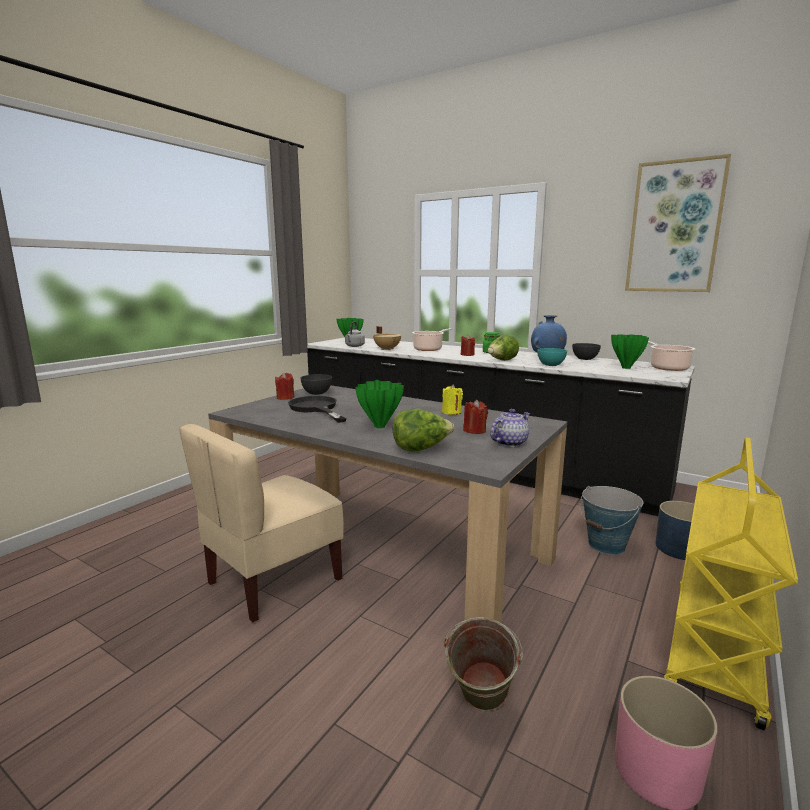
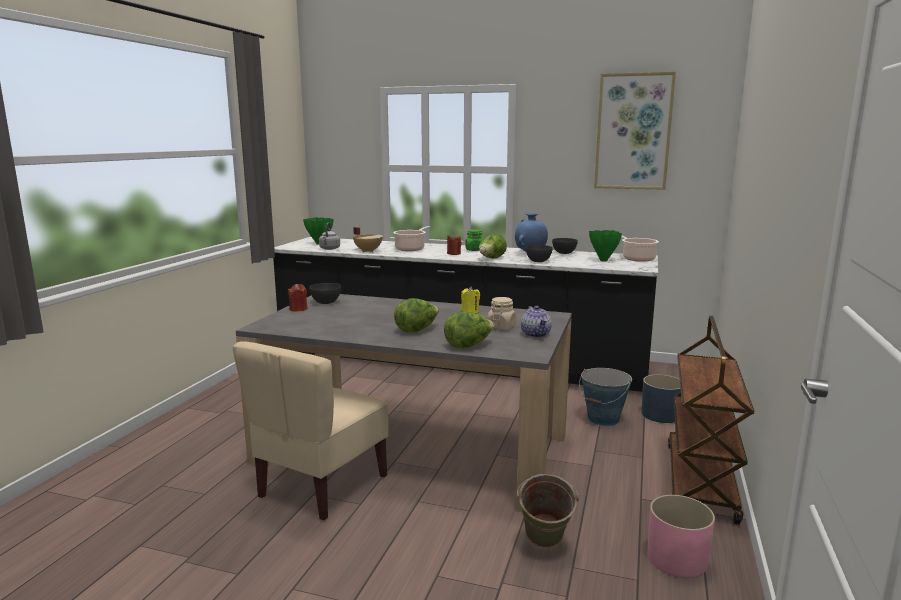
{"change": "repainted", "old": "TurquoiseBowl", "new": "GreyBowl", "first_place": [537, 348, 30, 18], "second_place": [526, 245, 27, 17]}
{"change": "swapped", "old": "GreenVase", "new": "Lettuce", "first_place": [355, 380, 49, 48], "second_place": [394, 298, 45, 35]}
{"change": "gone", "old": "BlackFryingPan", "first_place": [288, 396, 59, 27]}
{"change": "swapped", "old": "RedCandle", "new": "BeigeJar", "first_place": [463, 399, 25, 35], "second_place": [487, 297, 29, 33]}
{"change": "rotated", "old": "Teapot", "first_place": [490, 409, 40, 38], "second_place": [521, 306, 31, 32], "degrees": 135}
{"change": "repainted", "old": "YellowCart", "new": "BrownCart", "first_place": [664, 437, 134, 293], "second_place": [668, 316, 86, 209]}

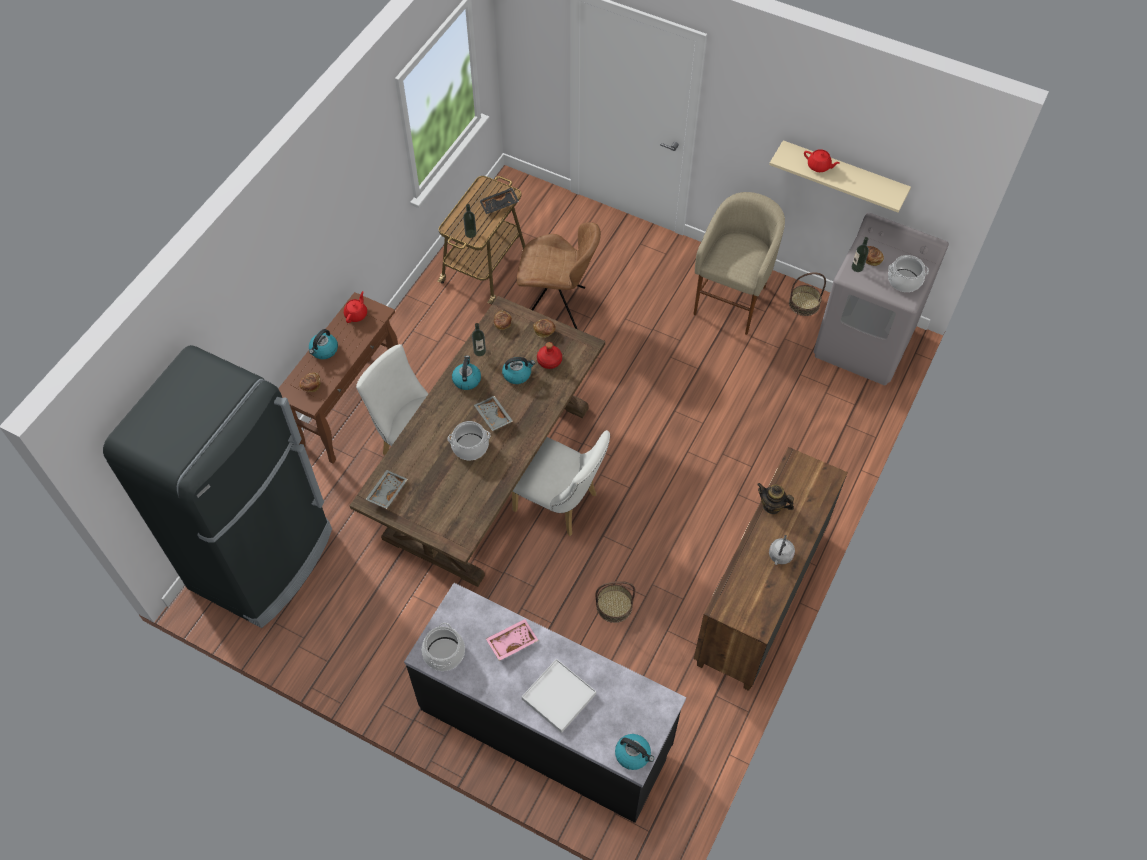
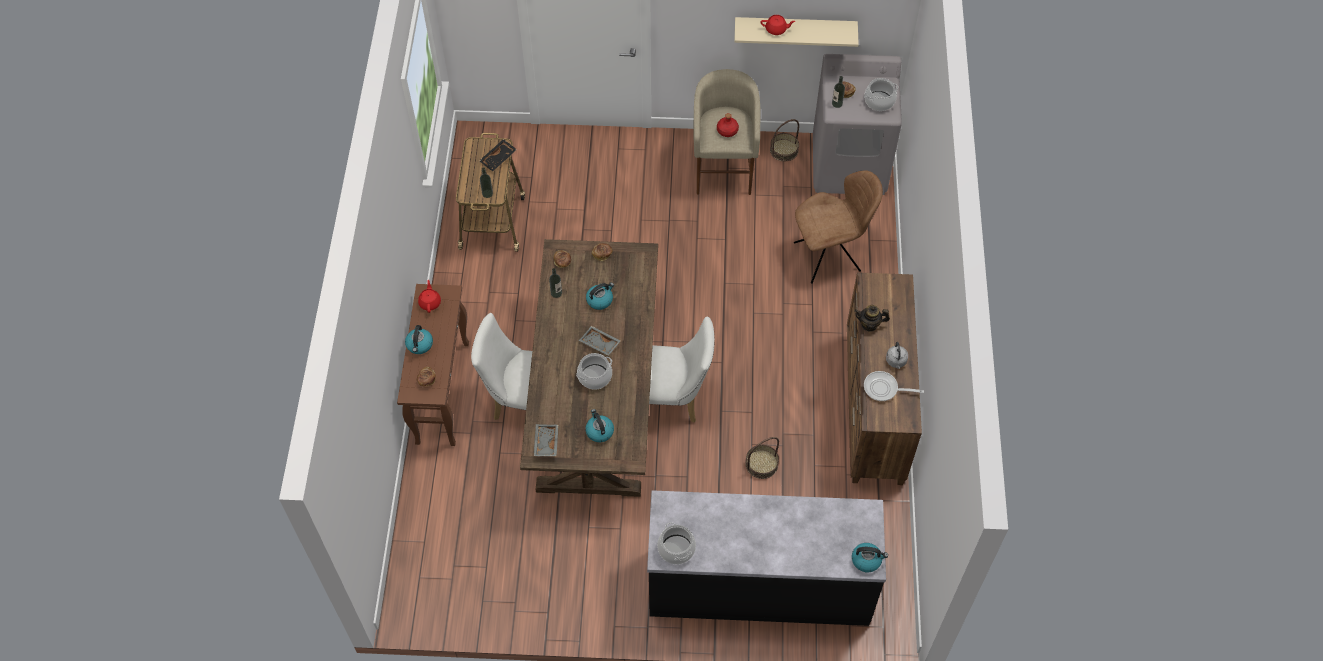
{"change": "shifted", "old": "BrownChair", "first_place": [517, 222, 84, 107], "second_place": [794, 170, 89, 114]}
{"change": "shifted", "old": "RedBottle", "first_place": [537, 342, 25, 27], "second_place": [717, 113, 22, 24]}
{"change": "gone", "old": "BlackFridge", "first_place": [103, 345, 229, 283]}
{"change": "shifted", "old": "Kettle", "first_place": [452, 355, 29, 35], "second_place": [585, 409, 29, 33]}
{"change": "gone", "old": "PinkTray", "first_place": [486, 619, 53, 42]}
{"change": "gone", "old": "WhiteTray", "first_place": [522, 659, 74, 74]}
{"change": "new", "new": "FryingPan", "second_place": [864, 371, 60, 30]}

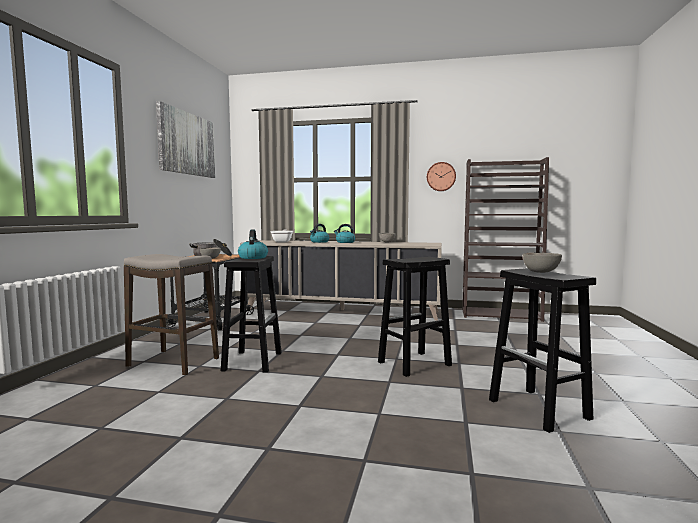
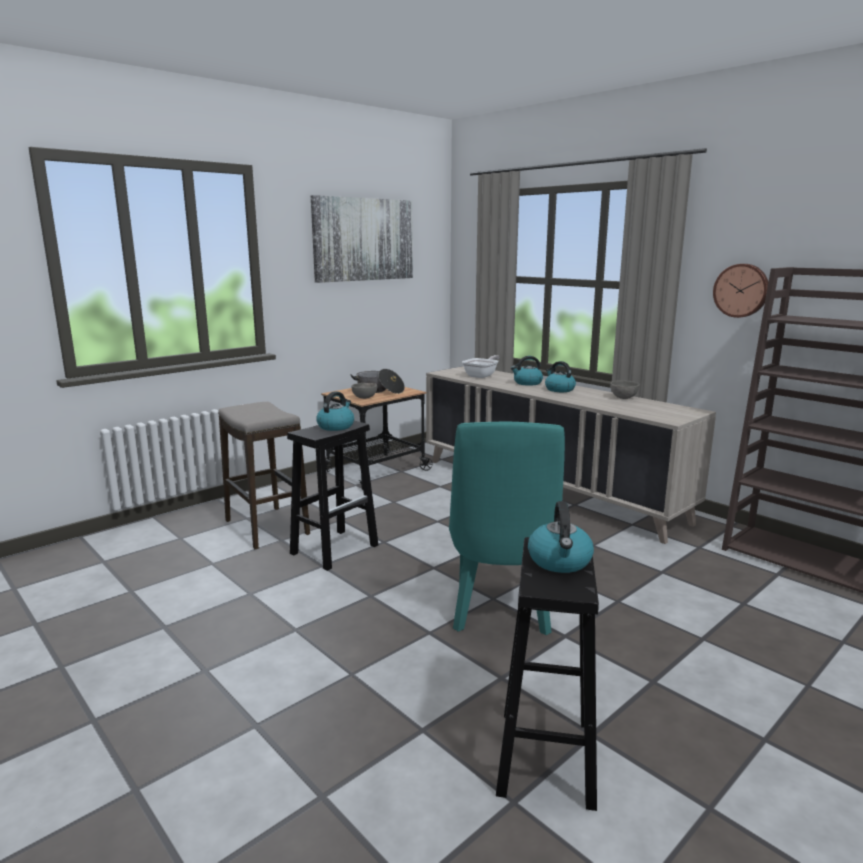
{"change": "swapped", "old": "GreyBowl", "new": "Kettle", "first_place": [522, 252, 40, 21], "second_place": [528, 501, 66, 72]}
{"change": "swapped", "old": "BlackStool", "new": "TurquoiseChair", "first_place": [378, 257, 74, 120], "second_place": [449, 422, 116, 213]}

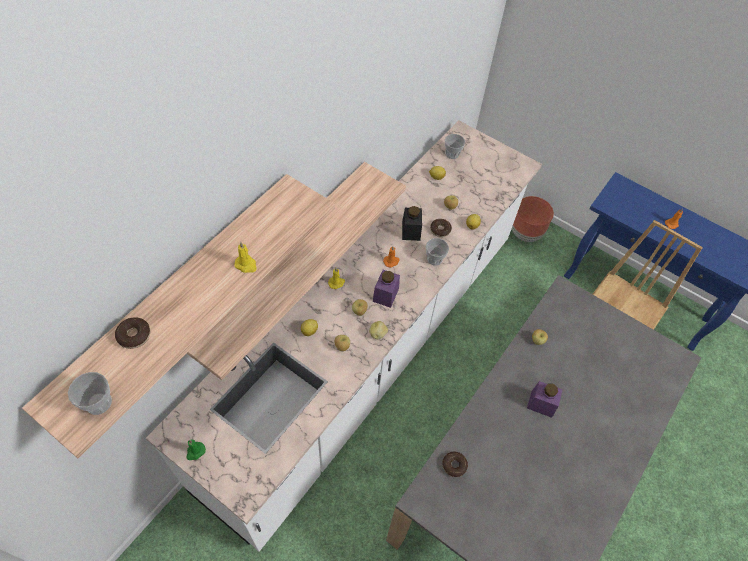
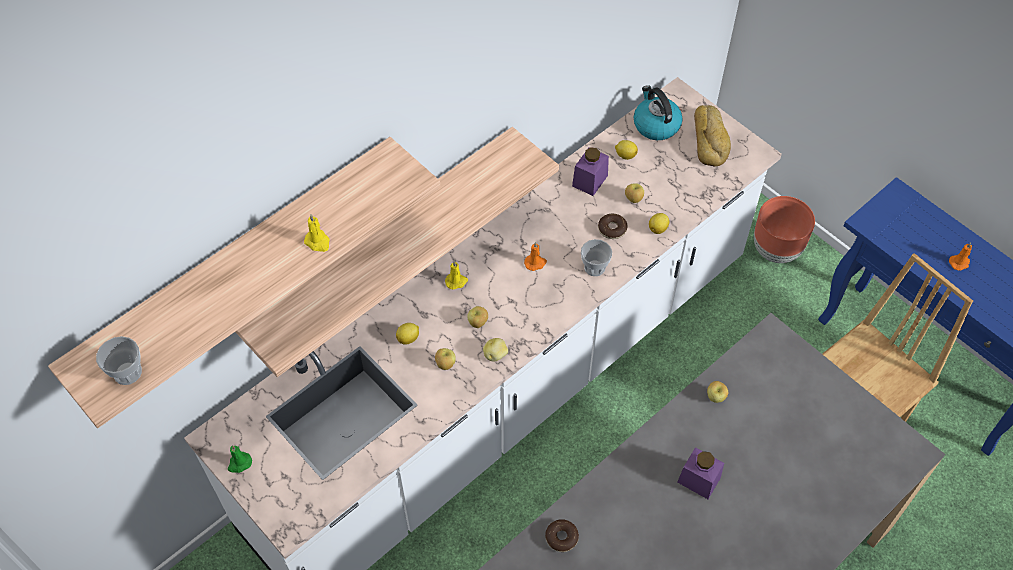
{"change": "swapped", "old": "Cup", "new": "Kettle", "first_place": [445, 134, 20, 25], "second_place": [634, 85, 49, 55]}
{"change": "gone", "old": "BlackJar", "first_place": [402, 206, 20, 35]}
{"change": "shifted", "old": "PurpleJar", "first_place": [373, 270, 27, 38], "second_place": [572, 147, 37, 49]}
{"change": "gone", "old": "Donut", "first_place": [115, 317, 35, 32]}
{"change": "new", "new": "Bread", "second_place": [694, 105, 37, 62]}

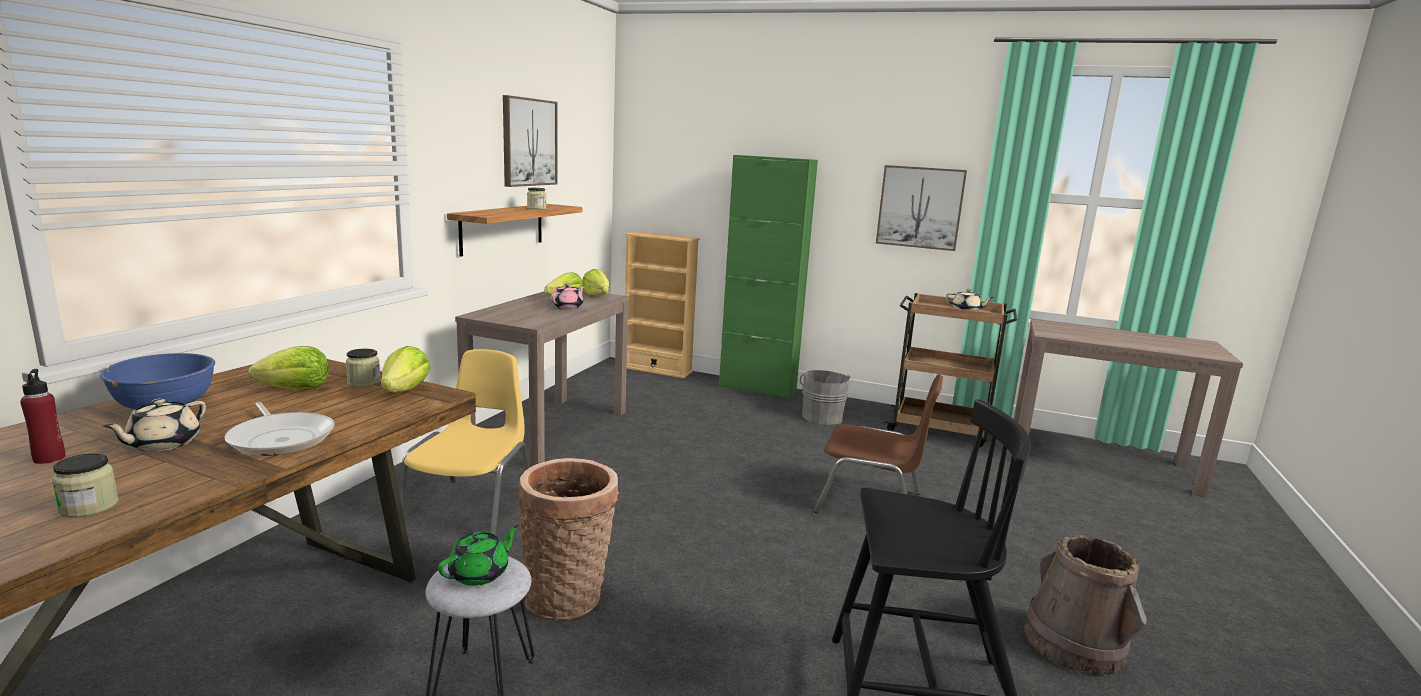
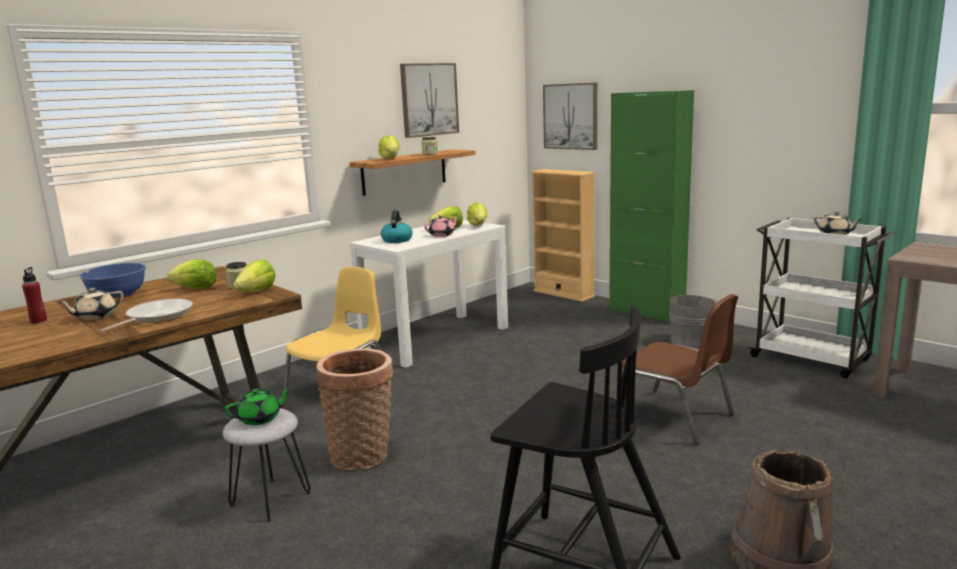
{"change": "shifted", "old": "Picture", "first_place": [876, 165, 91, 86], "second_place": [543, 83, 54, 67]}
{"change": "repainted", "old": "BrownConsoleTable", "new": "WhiteConsoleTable", "first_place": [455, 290, 174, 177], "second_place": [349, 220, 159, 148]}
{"change": "repainted", "old": "BrownCart", "new": "WhiteCart", "first_place": [884, 293, 133, 154], "second_place": [747, 218, 148, 160]}
{"change": "rotated", "old": "FryingPan", "first_place": [224, 402, 110, 54], "second_place": [100, 299, 93, 33], "degrees": -135}
{"change": "gone", "old": "Jar", "first_place": [52, 453, 67, 65]}
{"change": "new", "new": "Lettuce", "second_place": [379, 136, 21, 23]}
{"change": "new", "new": "Kettle", "second_place": [381, 210, 32, 33]}

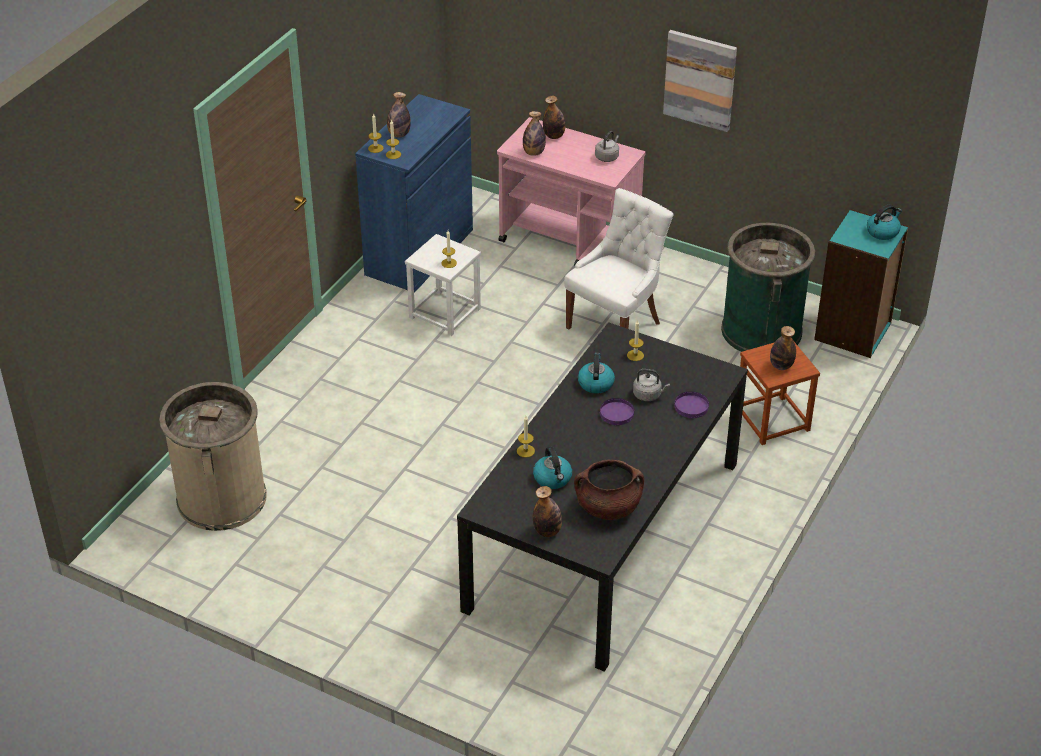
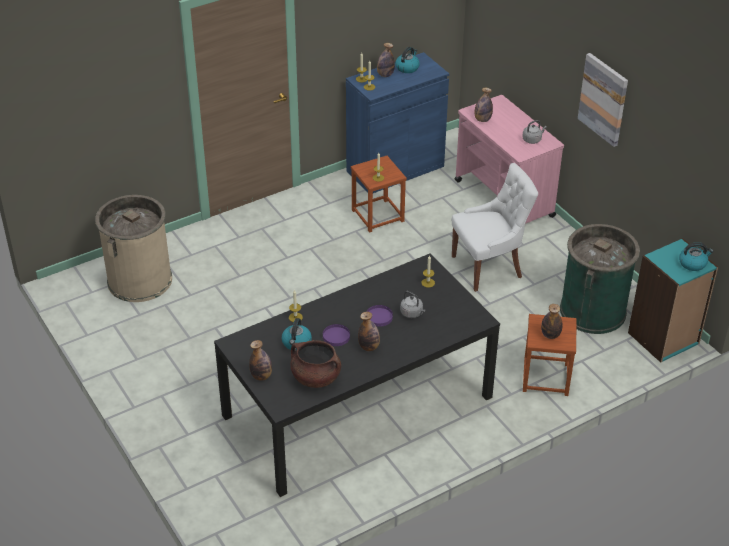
{"change": "shifted", "old": "Bottle", "first_place": [543, 96, 22, 43], "second_place": [358, 312, 22, 39]}
{"change": "repainted", "old": "WhiteStool", "new": "BrownStool", "first_place": [405, 234, 76, 102], "second_place": [351, 156, 56, 77]}
{"change": "shifted", "old": "Kettle", "first_place": [578, 353, 37, 41], "second_place": [395, 47, 25, 26]}
{"change": "shifted", "old": "PurplePlate", "first_place": [675, 391, 34, 27], "second_place": [323, 324, 27, 22]}

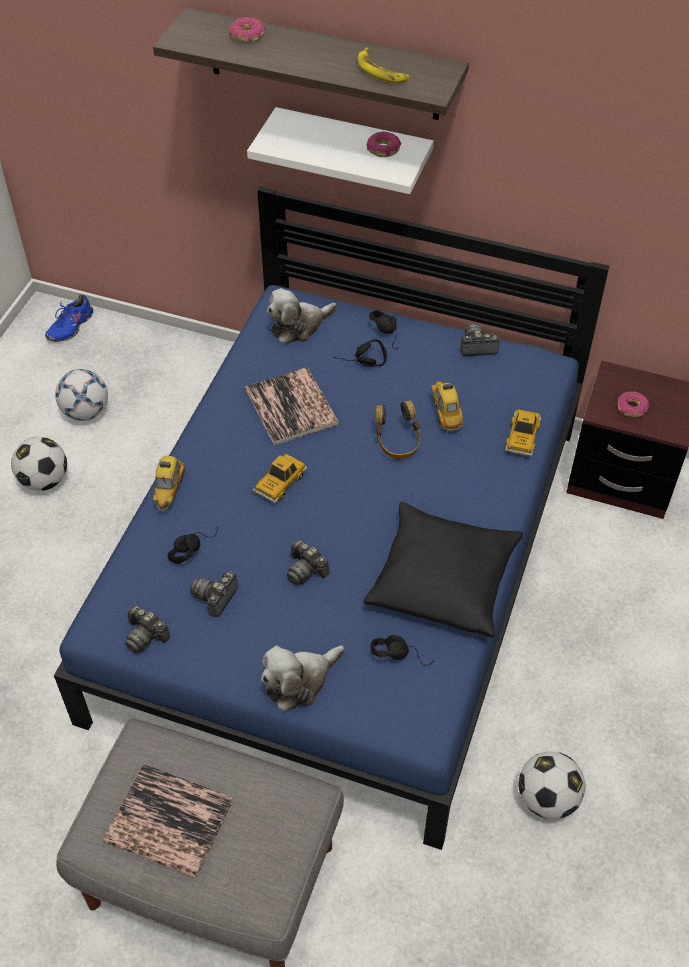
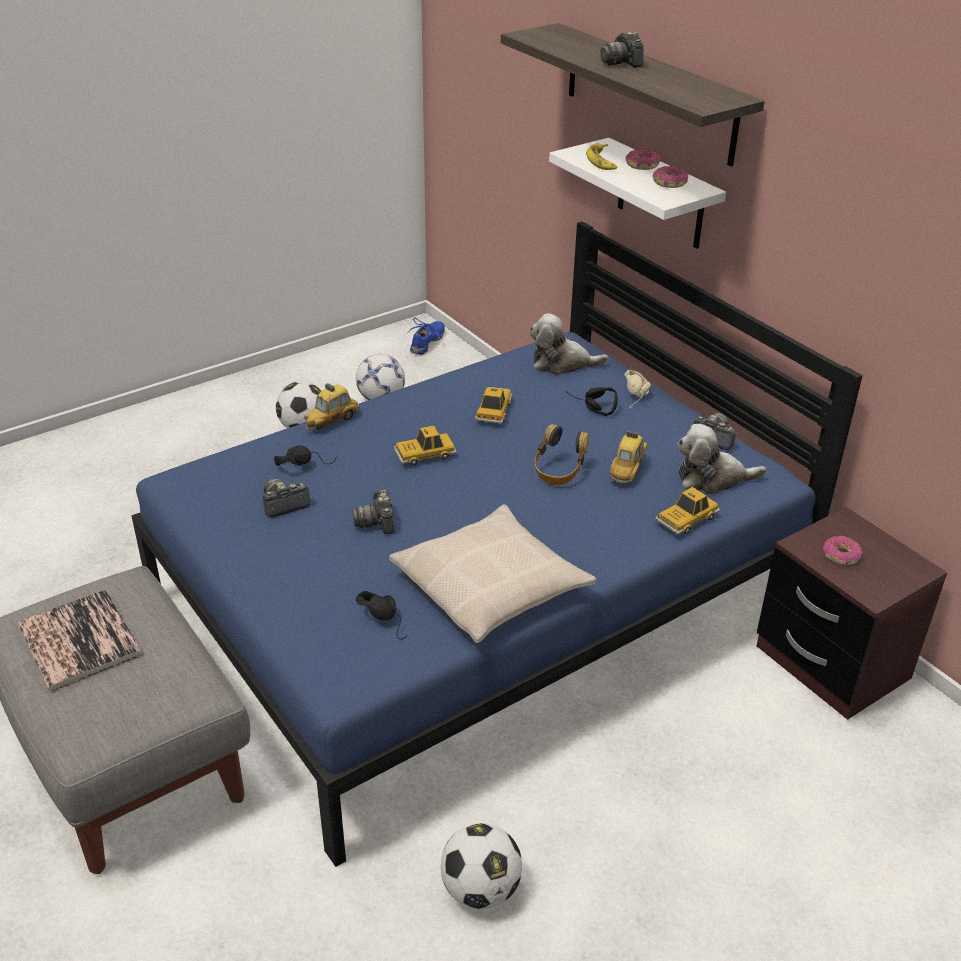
{"change": "shifted", "old": "Donut", "first_place": [229, 17, 36, 26], "second_place": [626, 149, 34, 21]}
{"change": "shifted", "old": "Banana", "first_place": [357, 47, 53, 36], "second_place": [586, 143, 31, 27]}
{"change": "rotated", "old": "BlueShoe", "first_place": [45, 294, 48, 48], "second_place": [407, 317, 38, 38], "degrees": 135}
{"change": "repainted", "old": "BlackHeadphones", "new": "BeigeHeadphones", "first_place": [369, 310, 30, 40], "second_place": [624, 370, 27, 39]}
{"change": "swapped", "old": "Book", "new": "ToyCar", "first_place": [245, 367, 94, 79], "second_place": [475, 387, 38, 37]}
{"change": "repainted", "old": "BlackPillow", "new": "BeigePillow", "first_place": [364, 502, 159, 136], "second_place": [389, 504, 207, 139]}
{"change": "shifted", "old": "PhotoCamera", "first_place": [125, 605, 46, 48], "second_place": [601, 31, 43, 37]}
{"change": "shifted", "old": "PlushToy", "first_place": [261, 645, 84, 67], "second_place": [677, 424, 90, 71]}

